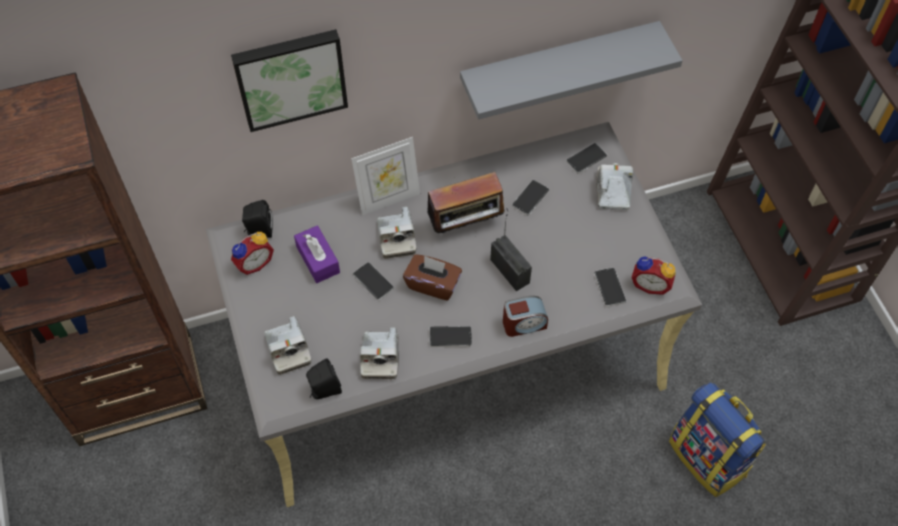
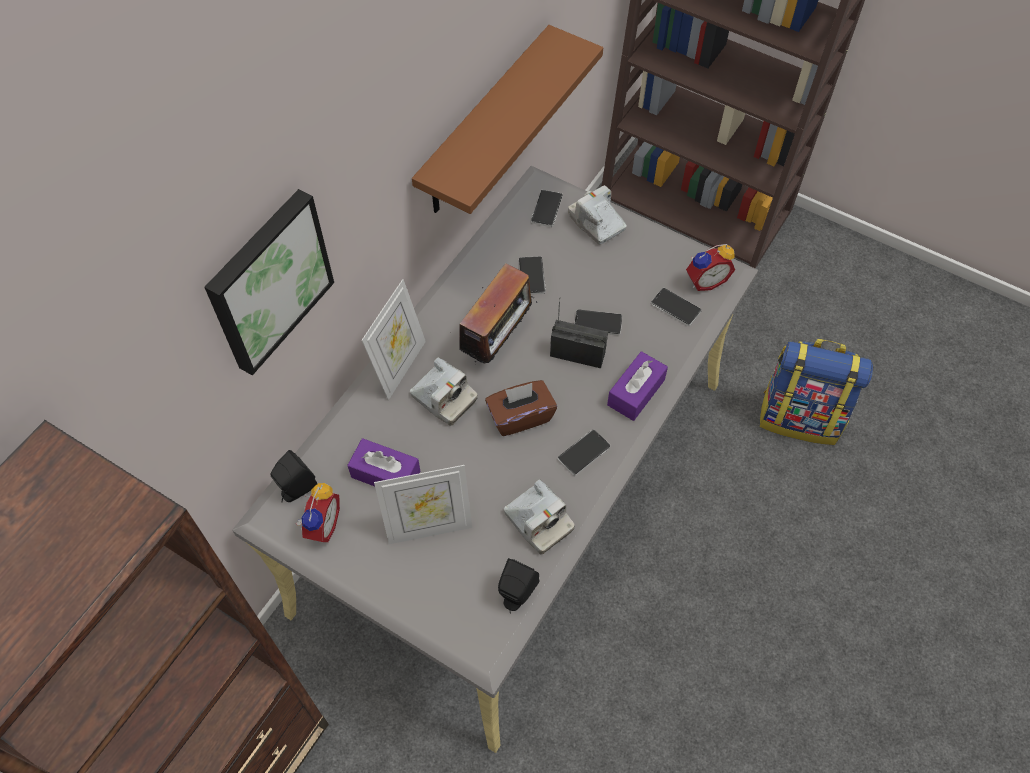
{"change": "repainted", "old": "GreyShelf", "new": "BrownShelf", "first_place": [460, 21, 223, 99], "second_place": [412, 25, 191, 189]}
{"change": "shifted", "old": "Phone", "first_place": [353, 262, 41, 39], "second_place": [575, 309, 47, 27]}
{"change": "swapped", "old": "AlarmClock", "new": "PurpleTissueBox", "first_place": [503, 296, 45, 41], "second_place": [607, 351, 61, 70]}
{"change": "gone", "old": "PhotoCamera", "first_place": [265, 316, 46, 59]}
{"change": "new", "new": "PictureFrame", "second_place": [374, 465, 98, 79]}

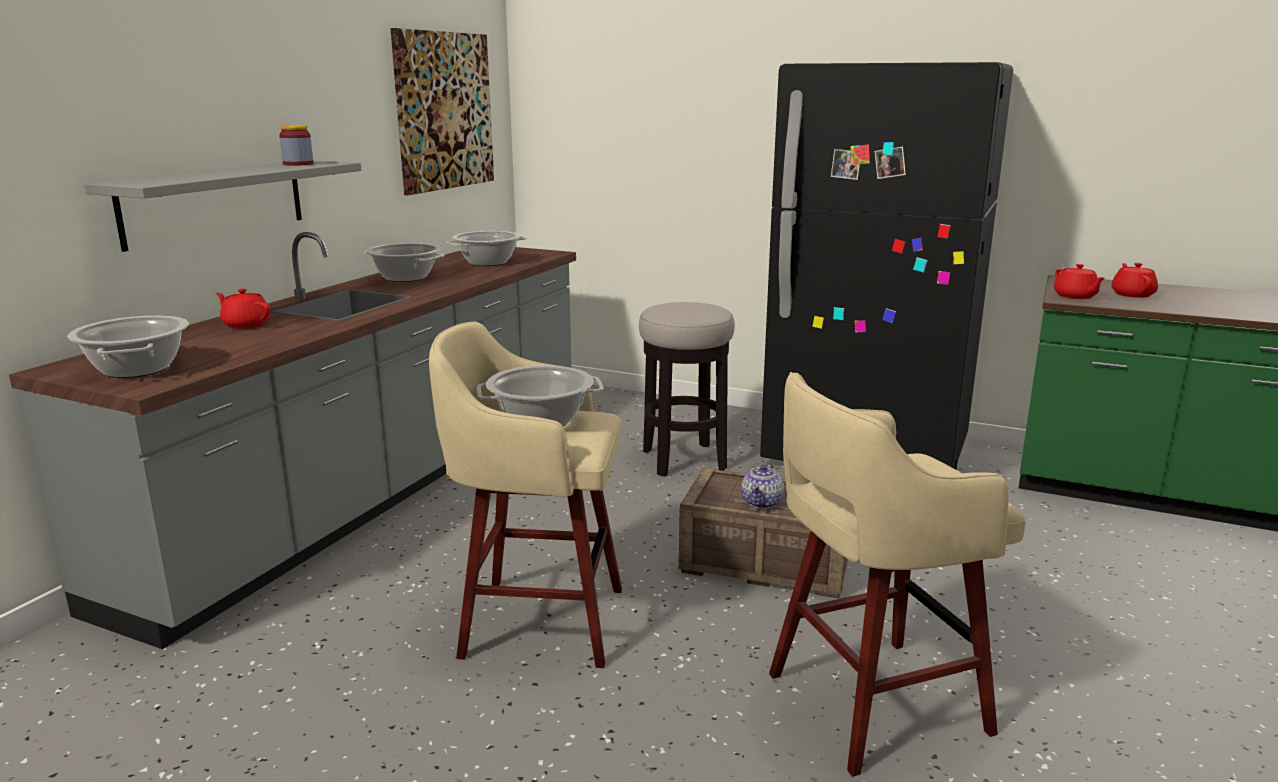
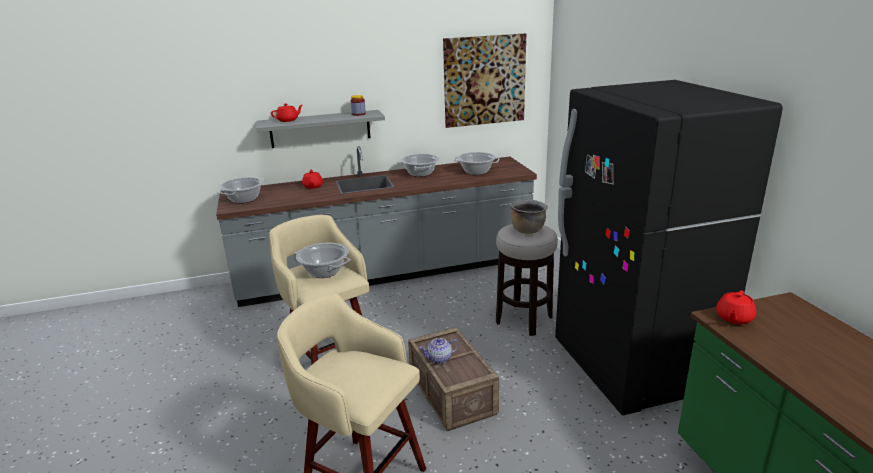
{"change": "shifted", "old": "RedTeapot", "first_place": [1111, 263, 47, 35], "second_place": [271, 103, 32, 19]}
{"change": "new", "new": "BrownCookingPot", "second_place": [510, 200, 38, 34]}

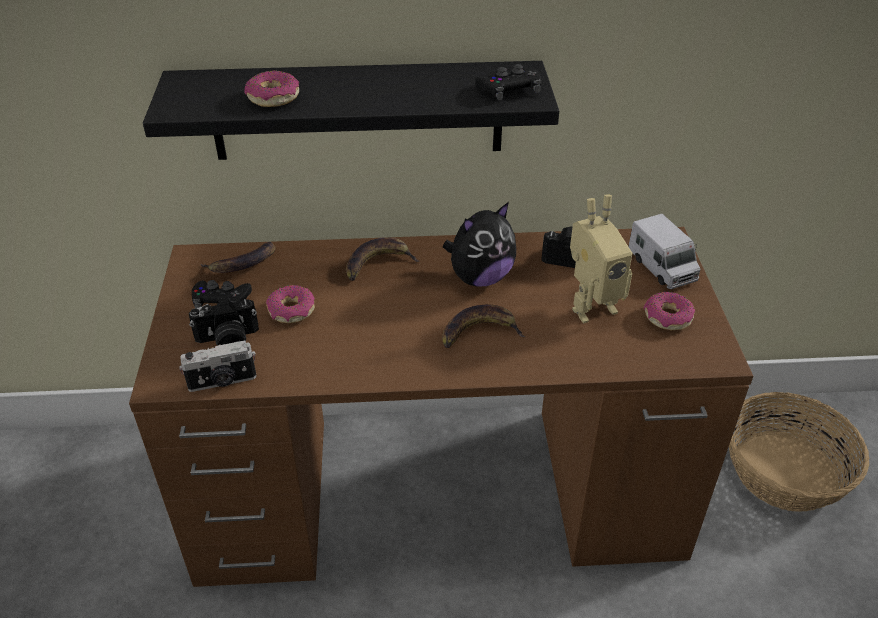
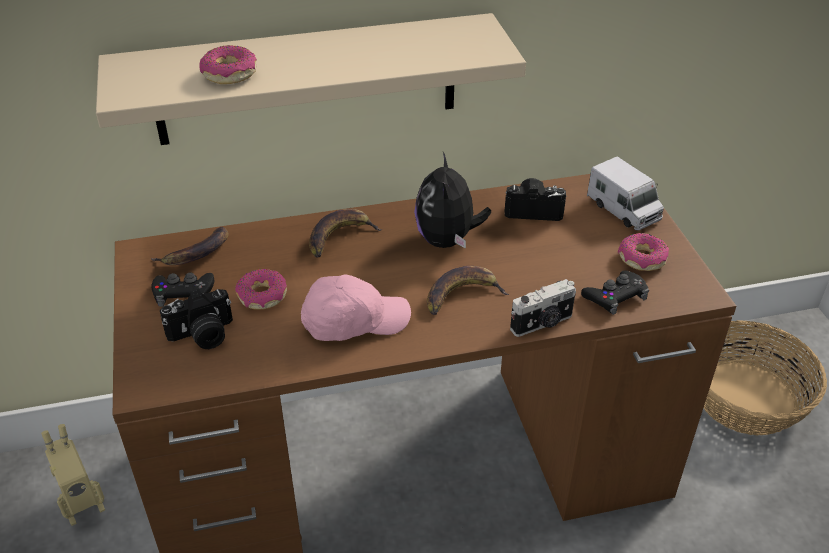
{"change": "repainted", "old": "BlackShelf", "new": "BeigeShelf", "first_place": [143, 61, 416, 99], "second_place": [96, 13, 430, 132]}
{"change": "shifted", "old": "BlackGameController", "first_place": [475, 64, 67, 36], "second_place": [581, 271, 68, 44]}
{"change": "shifted", "old": "ToyRobot", "first_place": [570, 194, 62, 129], "second_place": [41, 424, 64, 102]}
{"change": "rotated", "old": "PlushToy", "first_place": [443, 202, 73, 85], "second_place": [414, 152, 77, 97], "degrees": 135}
{"change": "shifted", "old": "PhotoCamera", "first_place": [179, 340, 78, 52], "second_place": [510, 279, 66, 58]}
{"change": "new", "new": "PinkCap", "second_place": [301, 275, 110, 66]}

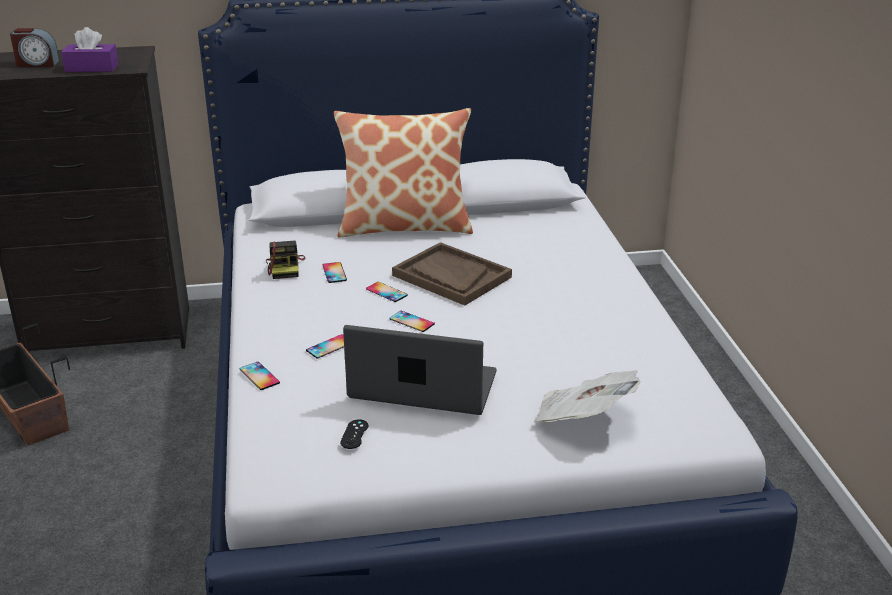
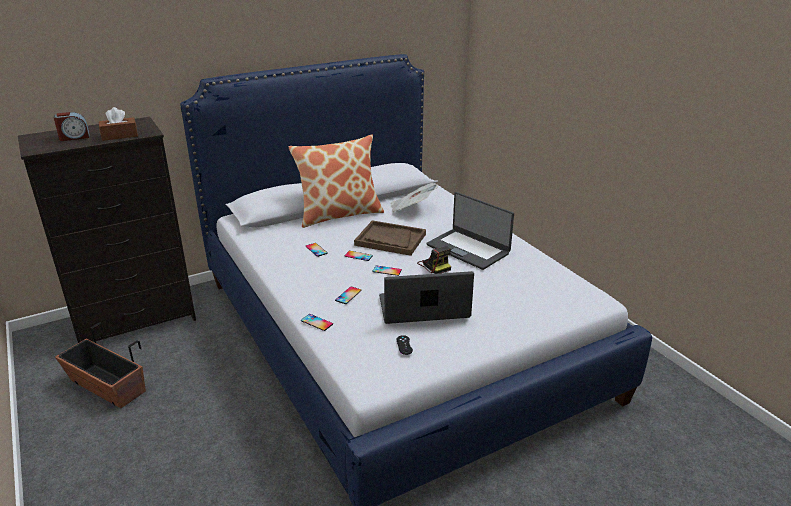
{"change": "repainted", "old": "PurpleTissueBox", "new": "BrownTissueBox", "first_place": [61, 27, 58, 45], "second_place": [99, 107, 39, 34]}
{"change": "shifted", "old": "PhotoCamera", "first_place": [266, 241, 39, 38], "second_place": [417, 246, 34, 28]}
{"change": "shifted", "old": "Newspaper", "first_place": [534, 370, 106, 52], "second_place": [391, 182, 47, 30]}
{"change": "new", "new": "Laptop", "second_place": [426, 192, 88, 78]}

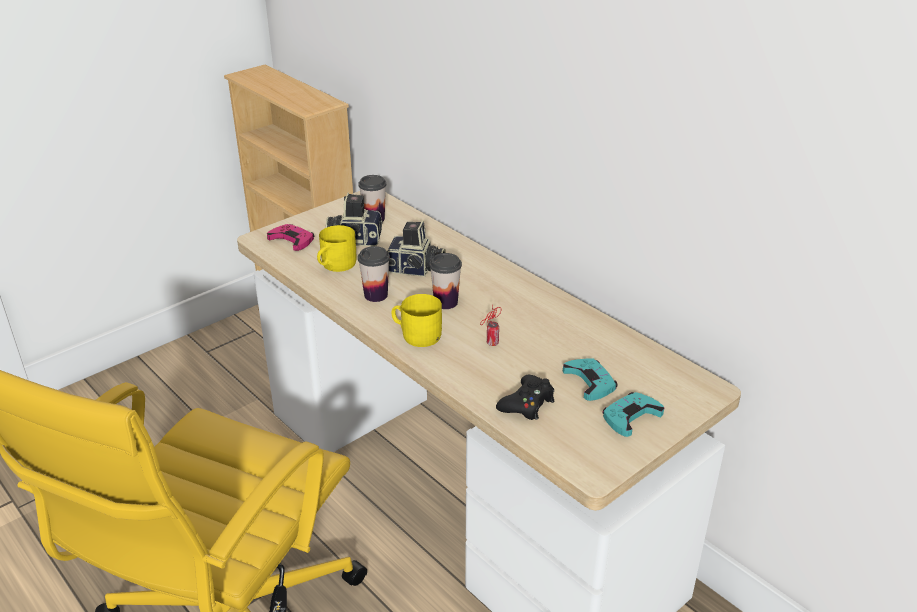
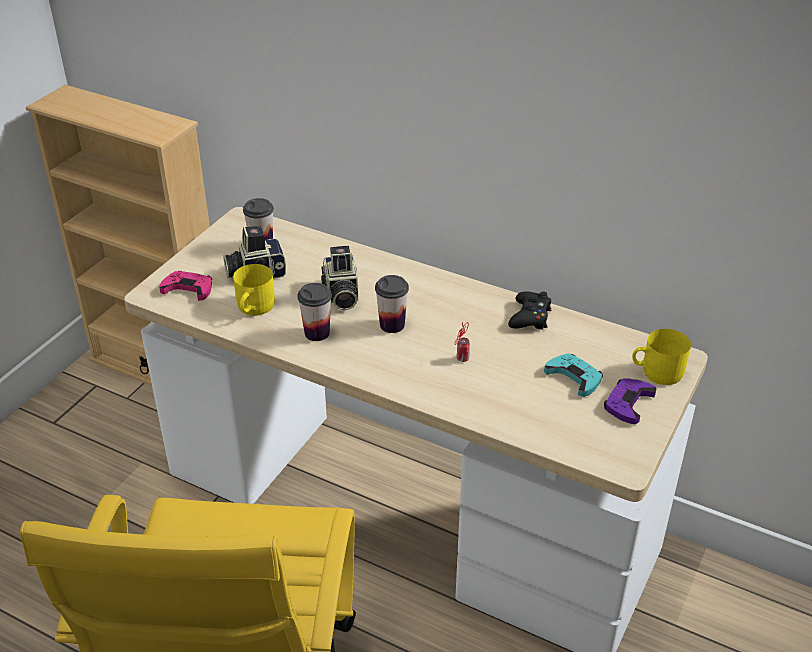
{"change": "rotated", "old": "PhotoCamera", "first_place": [387, 220, 59, 57], "second_place": [321, 246, 38, 64], "degrees": 90}
{"change": "shifted", "old": "YellowMug", "first_place": [391, 294, 51, 53], "second_place": [632, 329, 59, 56]}
{"change": "shifted", "old": "BlackGameController", "first_place": [496, 375, 58, 45], "second_place": [508, 291, 43, 38]}
{"change": "repainted", "old": "TurquoiseGameController", "new": "PurpleGameController", "first_place": [602, 392, 62, 45], "second_place": [604, 378, 53, 46]}

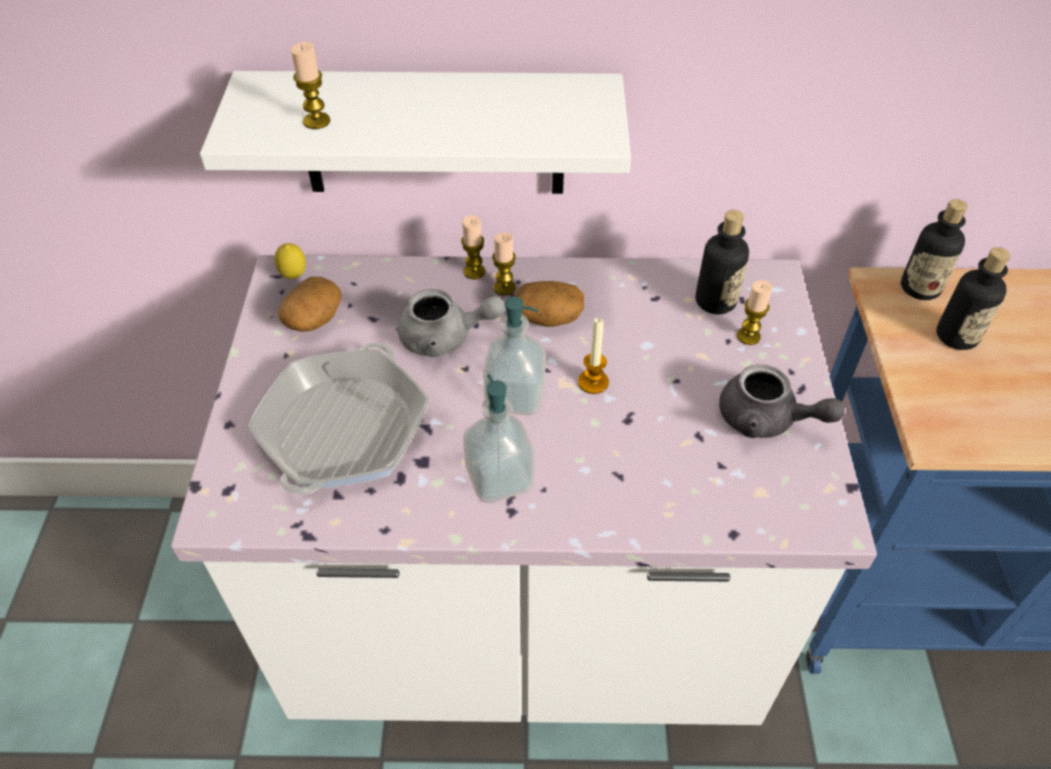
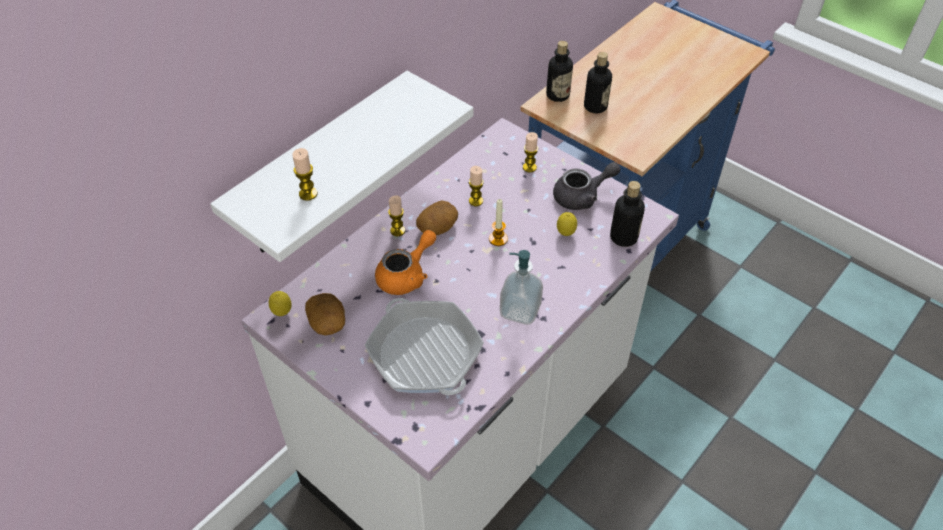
{"change": "shifted", "old": "Bottle", "first_place": [695, 210, 54, 104], "second_place": [610, 181, 35, 66]}
{"change": "shifted", "old": "Candle", "first_place": [461, 215, 24, 64], "second_place": [469, 166, 15, 40]}
{"change": "repainted", "old": "GreyTeapot", "new": "OrangeTeapot", "first_place": [398, 289, 107, 68], "second_place": [375, 230, 61, 65]}
{"change": "gone", "old": "SoapDispenser", "first_place": [483, 297, 63, 118]}
{"change": "new", "new": "Lemon", "second_place": [557, 212, 20, 24]}

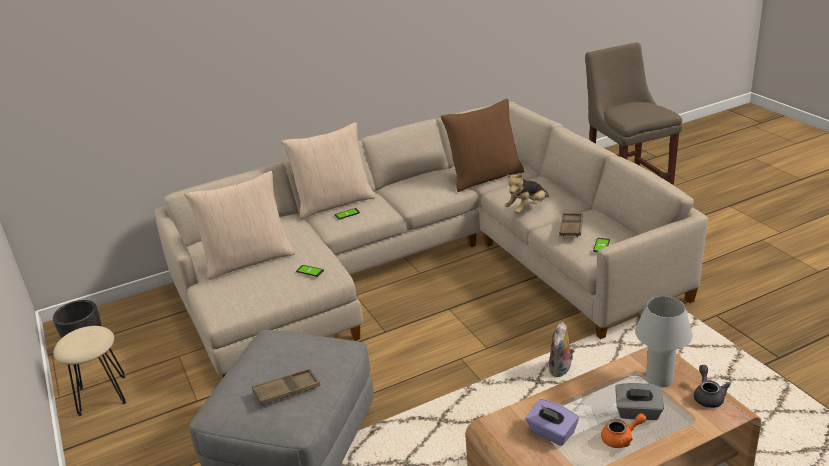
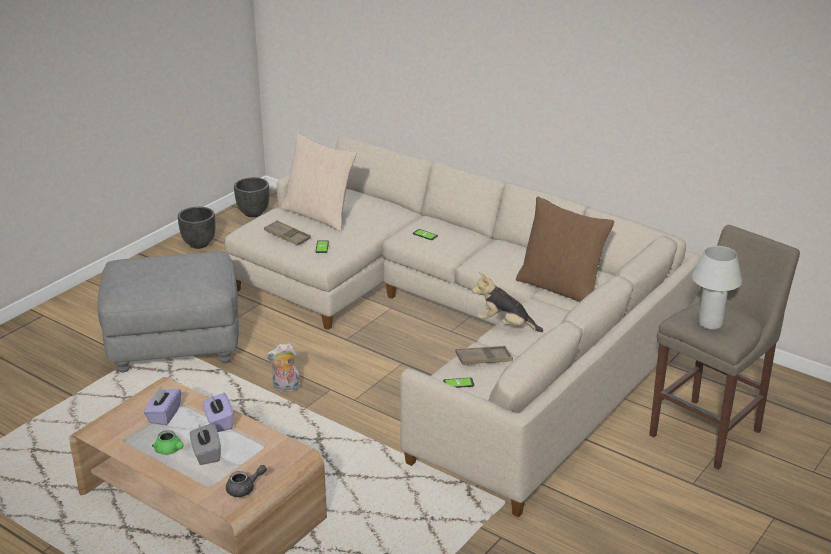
{"change": "gone", "old": "BeigePillow", "first_place": [281, 122, 94, 97]}
{"change": "shifted", "old": "WhiteTableLamp", "first_place": [635, 296, 58, 91], "second_place": [692, 246, 50, 84]}
{"change": "shifted", "old": "PlushToy", "first_place": [549, 322, 26, 55], "second_place": [266, 343, 35, 49]}
{"change": "swapped", "old": "BeigeStool", "new": "BlackPlanter", "first_place": [54, 326, 72, 90], "second_place": [178, 206, 38, 43]}
{"change": "shifted", "old": "BrownTray", "first_place": [252, 369, 68, 36], "second_place": [264, 220, 47, 26]}
{"change": "repainted", "old": "OrangeTeapot", "new": "GreenTeapot", "first_place": [601, 413, 45, 35], "second_place": [152, 430, 32, 25]}
{"change": "new", "new": "PurpleTissueBox", "second_place": [202, 393, 32, 39]}

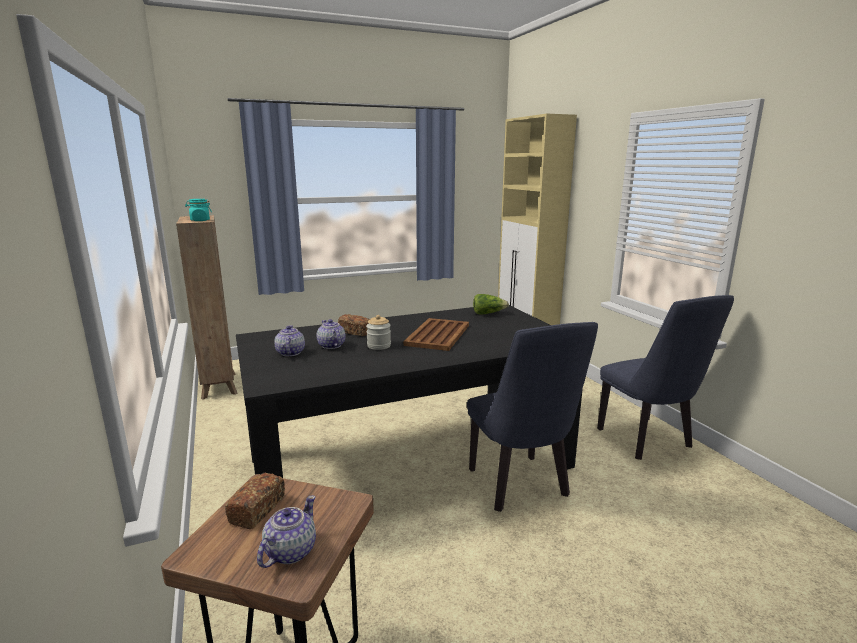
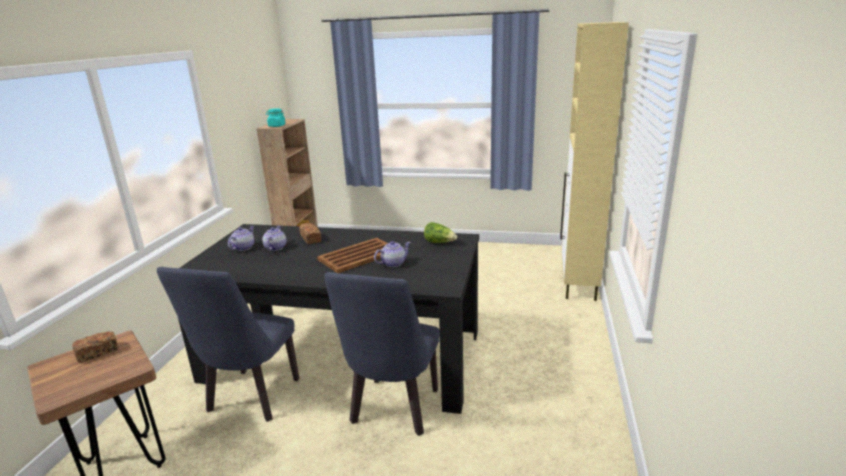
{"change": "shifted", "old": "BlueChair", "first_place": [597, 295, 137, 165], "second_place": [157, 267, 143, 155]}
{"change": "gone", "old": "Jar", "first_place": [366, 315, 25, 35]}
{"change": "shifted", "old": "Teapot", "first_place": [257, 495, 59, 73], "second_place": [374, 241, 37, 26]}

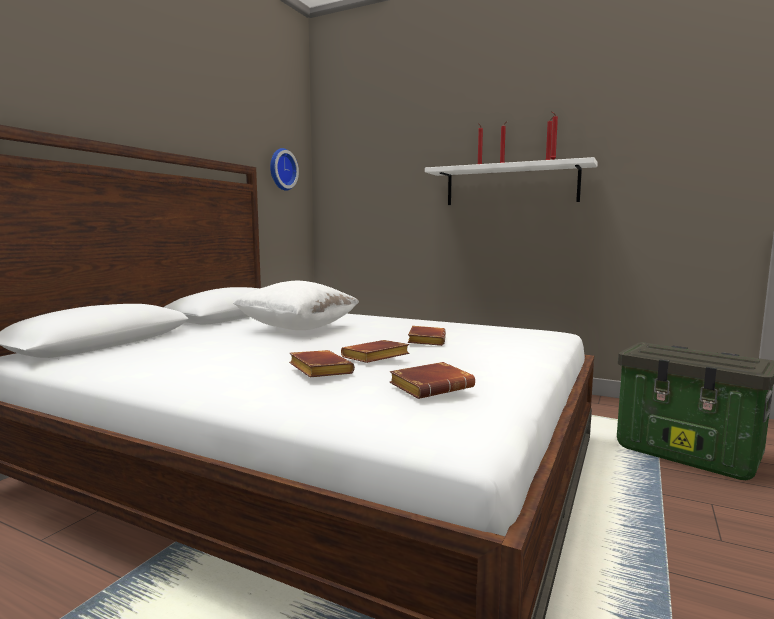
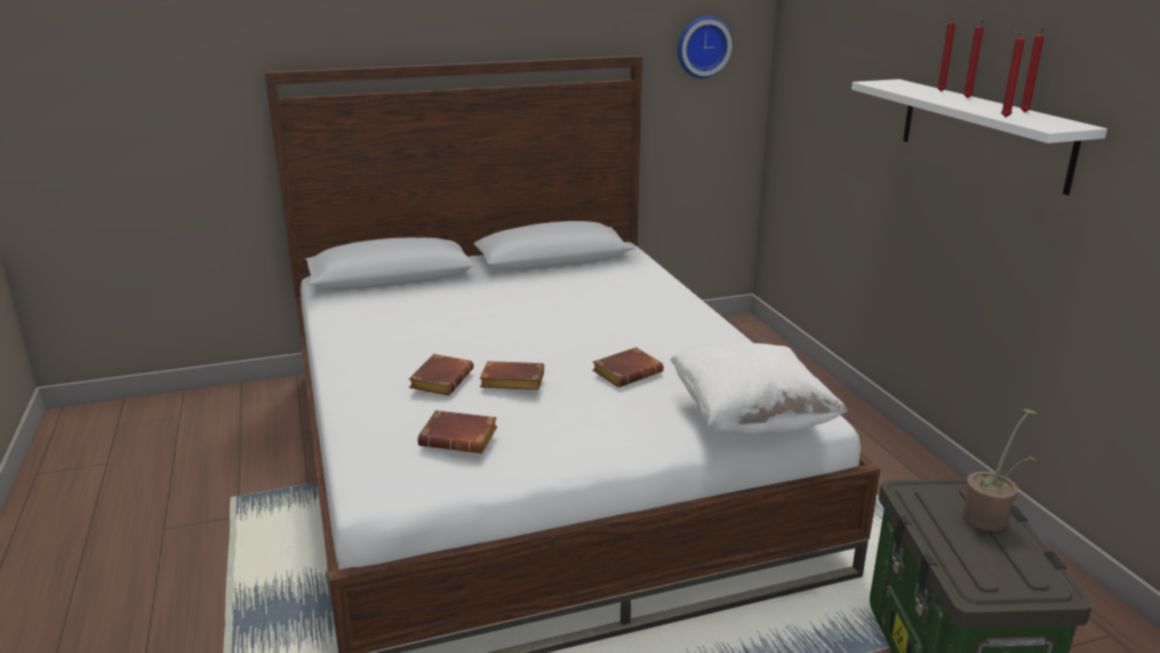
{"change": "shifted", "old": "WhitePillow", "first_place": [233, 281, 126, 49], "second_place": [670, 343, 178, 92]}
{"change": "new", "new": "PottedPlant", "second_place": [963, 409, 77, 122]}

